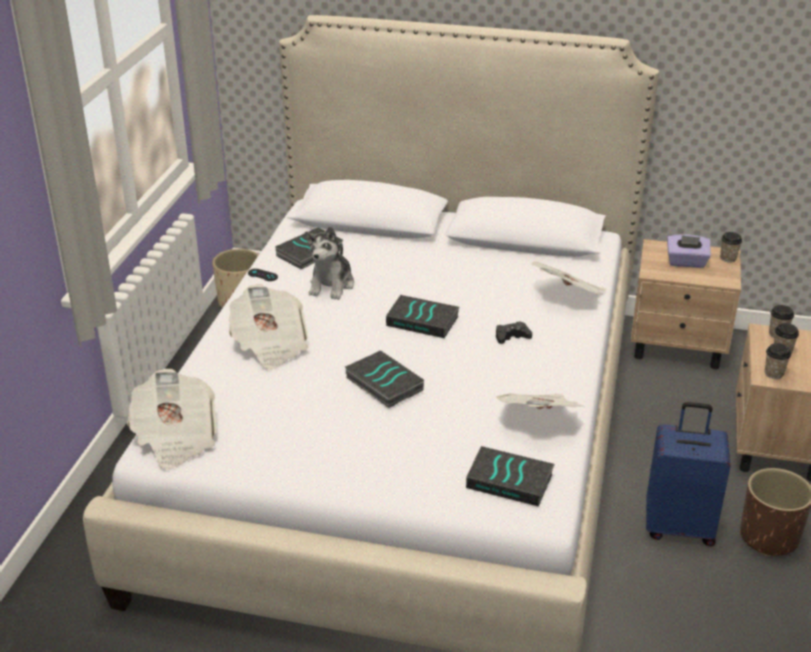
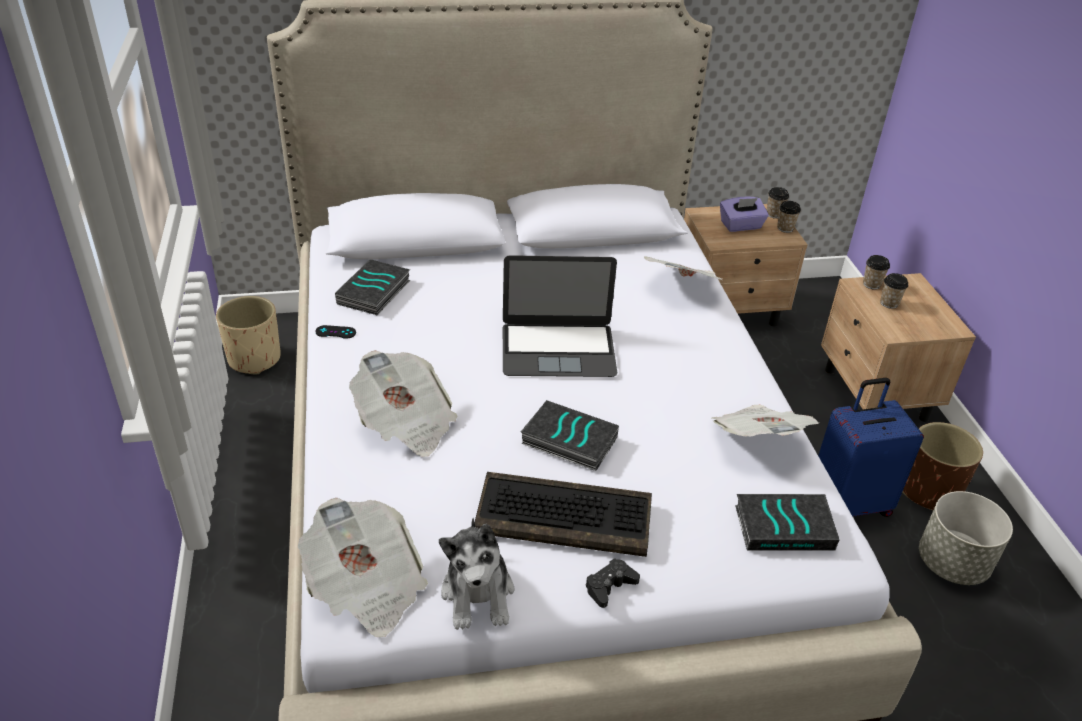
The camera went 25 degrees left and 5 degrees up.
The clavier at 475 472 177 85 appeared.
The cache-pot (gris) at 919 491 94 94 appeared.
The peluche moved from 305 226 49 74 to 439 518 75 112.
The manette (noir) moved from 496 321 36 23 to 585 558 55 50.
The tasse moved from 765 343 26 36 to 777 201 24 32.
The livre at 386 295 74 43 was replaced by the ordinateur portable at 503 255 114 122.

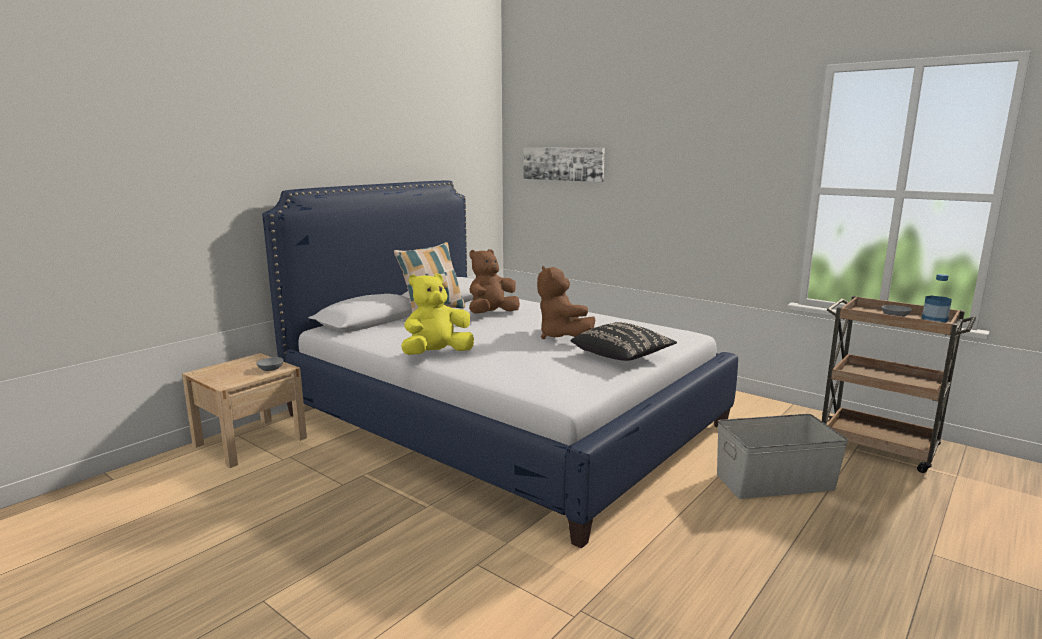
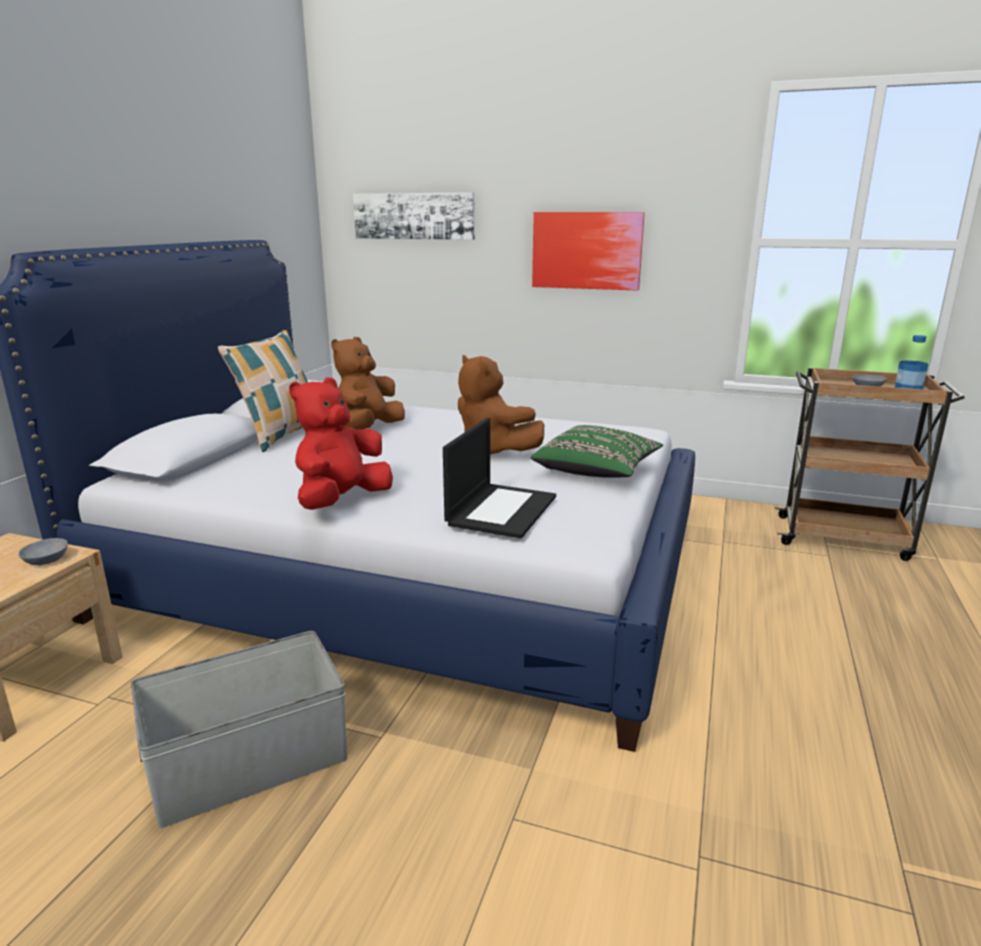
The camera went 20 degrees left and 5 degrees up.
The ordinateur portable at 443 418 113 121 appeared.
The tableau at 532 212 113 79 appeared.
The boîte de rangement (gris) moved from 717 414 131 85 to 131 631 216 197.
The peluche (jaune) at 401 273 73 82 became the peluche (rouge) at 289 377 104 133.
The coussin (noir) at 571 322 106 39 became the coussin (vert) at 531 425 132 53.

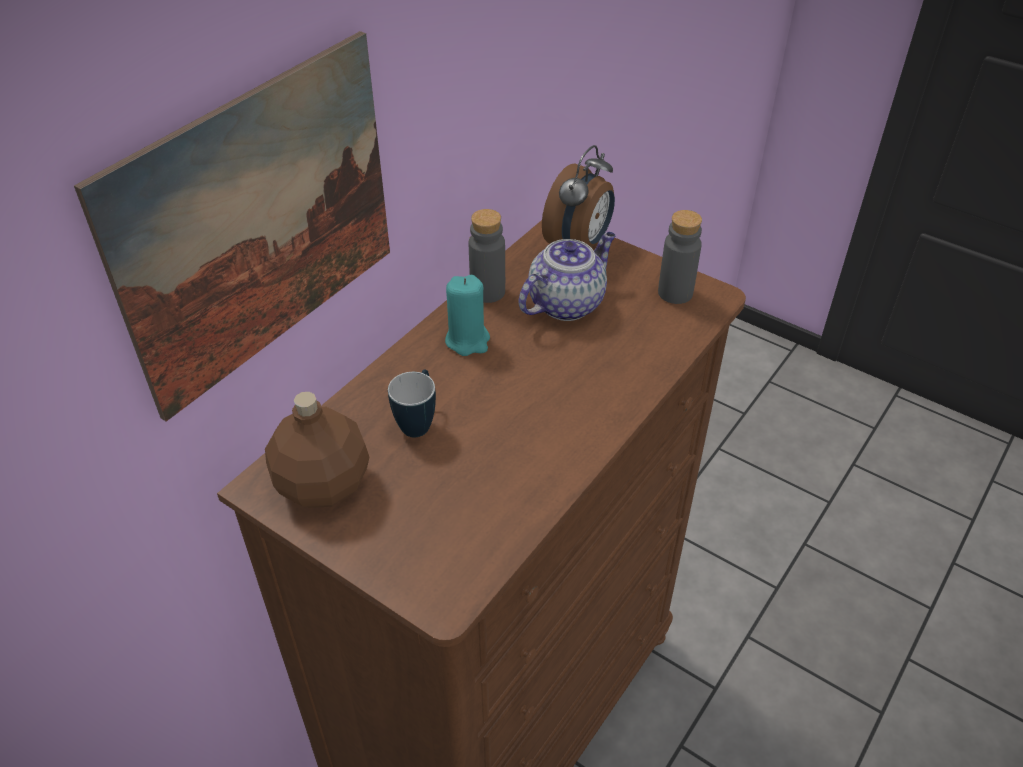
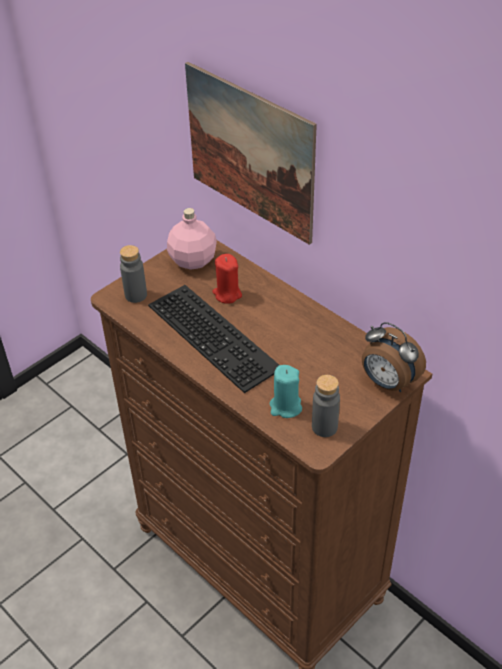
The camera went 100 degrees right and 0 degrees up.
The théière at 519 232 97 89 disappeared.
The clavier at 148 285 131 108 appeared.
The bougie (turquoise) moved from 445 275 45 81 to 270 365 32 53.
The bouteille (gris) moved from 469 209 36 94 to 120 245 27 58.
The mug at 388 369 48 68 was replaced by the bougie (rouge) at 212 254 30 50.
The bouteille (marron) at 265 392 104 116 became the bouteille (rose) at 167 208 50 62.

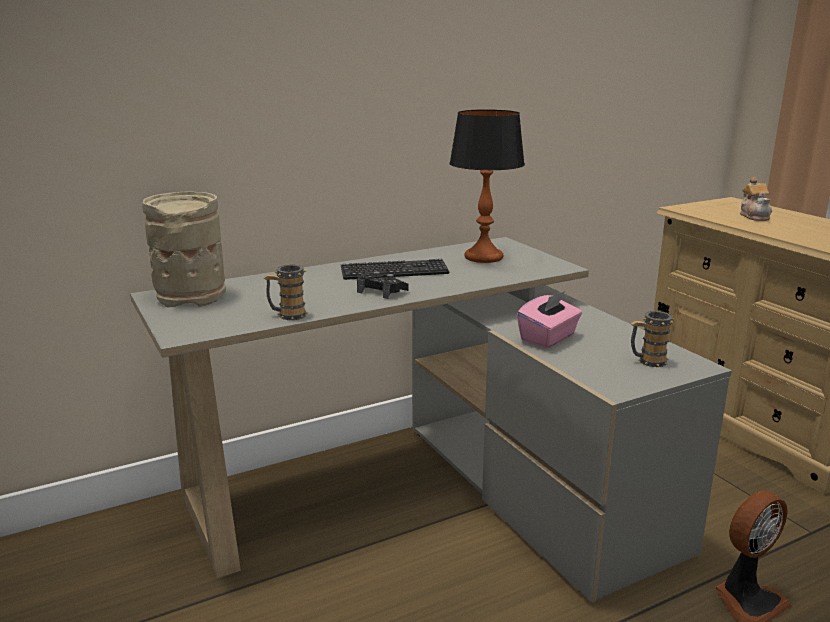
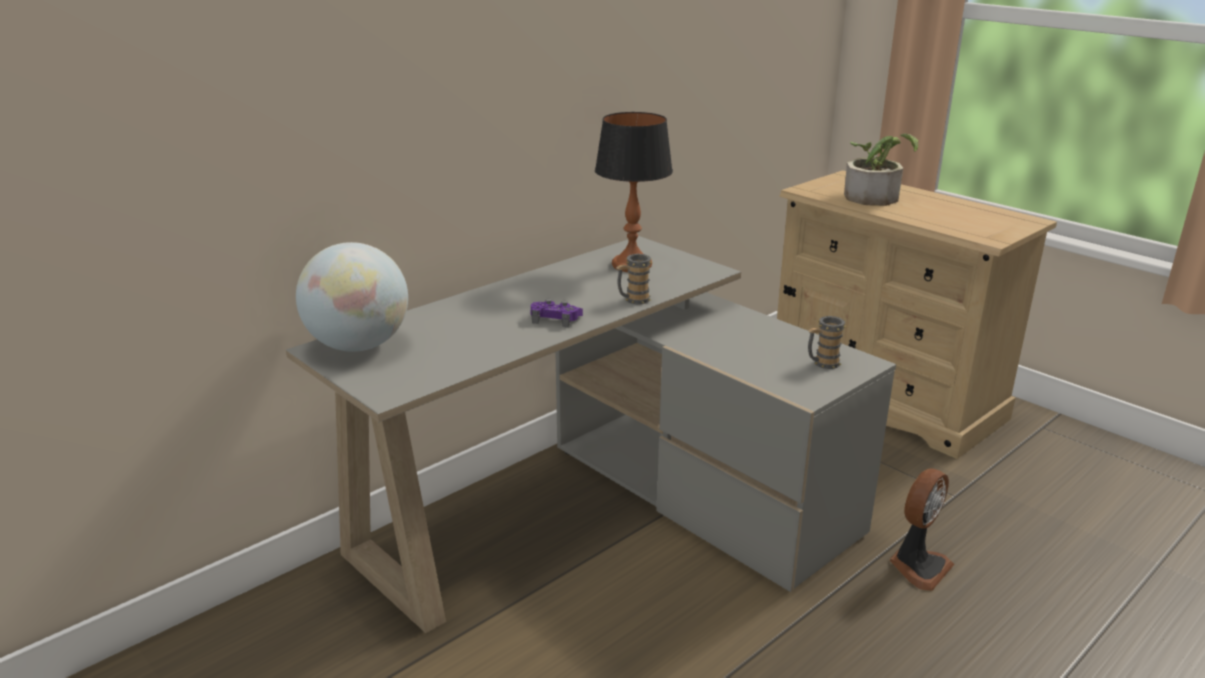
The camera went 15 degrees left and 5 degrees up.
The clavier at 341 259 108 21 disappeared.
The boîte à mouchoirs (rose) at 517 291 65 57 disappeared.
The mug moved from 263 265 45 55 to 616 254 36 51.
The vase (beige) at 142 192 84 116 was replaced by the globe at 296 242 112 110.
The théière at 740 177 32 44 was replaced by the plante en pot at 844 134 74 72.
The manette (noir) at 357 271 52 28 became the manette (violet) at 531 299 52 29.

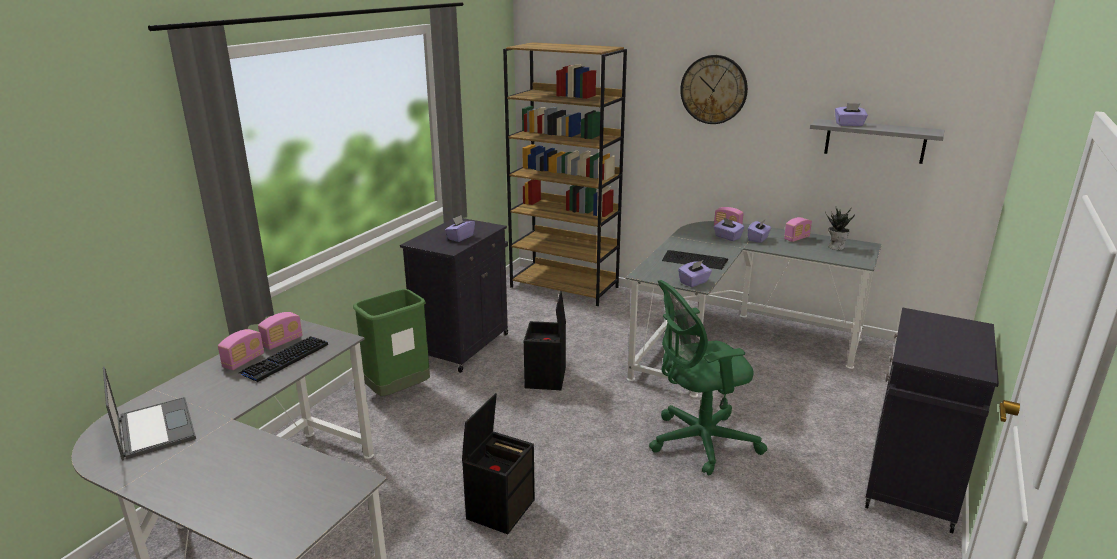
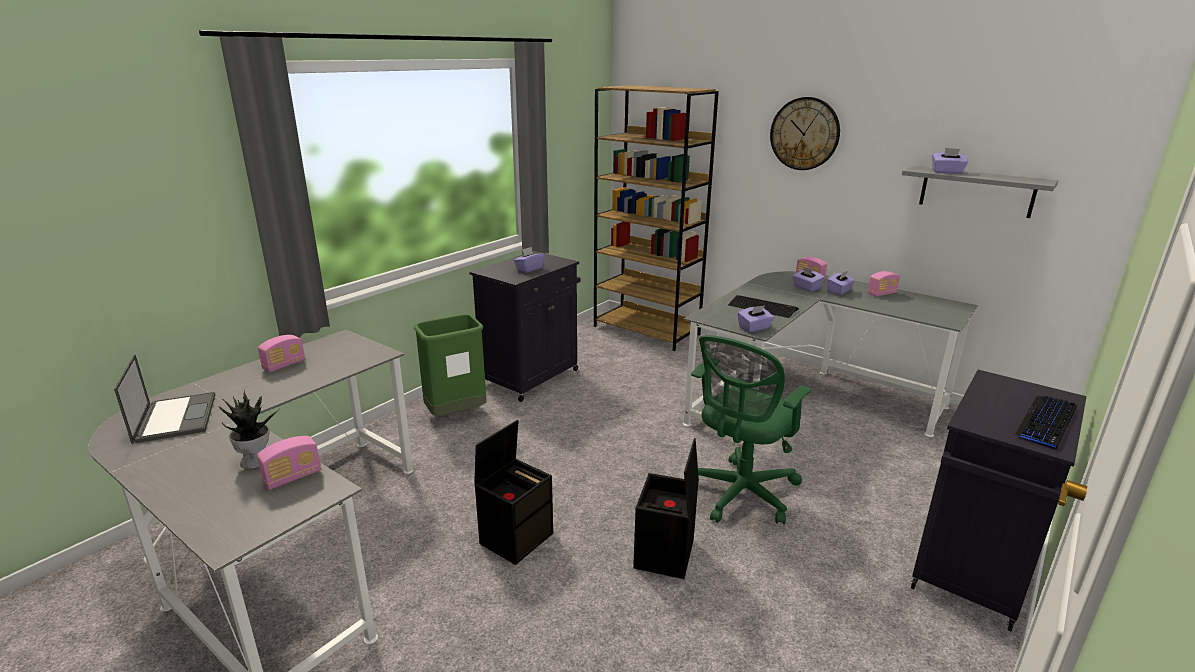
The camera went 10 degrees right and 0 degrees up.
The clavier moved from 239 336 89 46 to 1015 395 62 55.
The radio moved from 258 312 45 38 to 257 436 64 54.
The boîte de rangement (noir) moved from 524 291 42 99 to 633 438 66 141.
The plante en pot moved from 825 208 30 42 to 219 390 62 79.
The chaise de bureau (vert) at 649 280 119 195 turned 45 degrees counterclockwise.

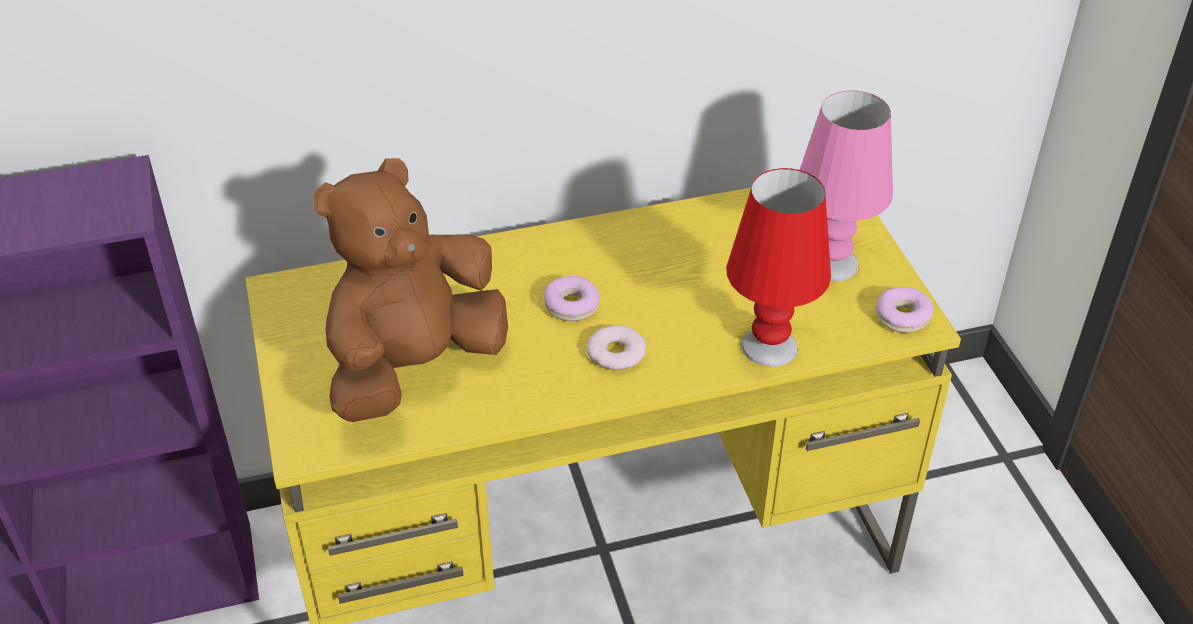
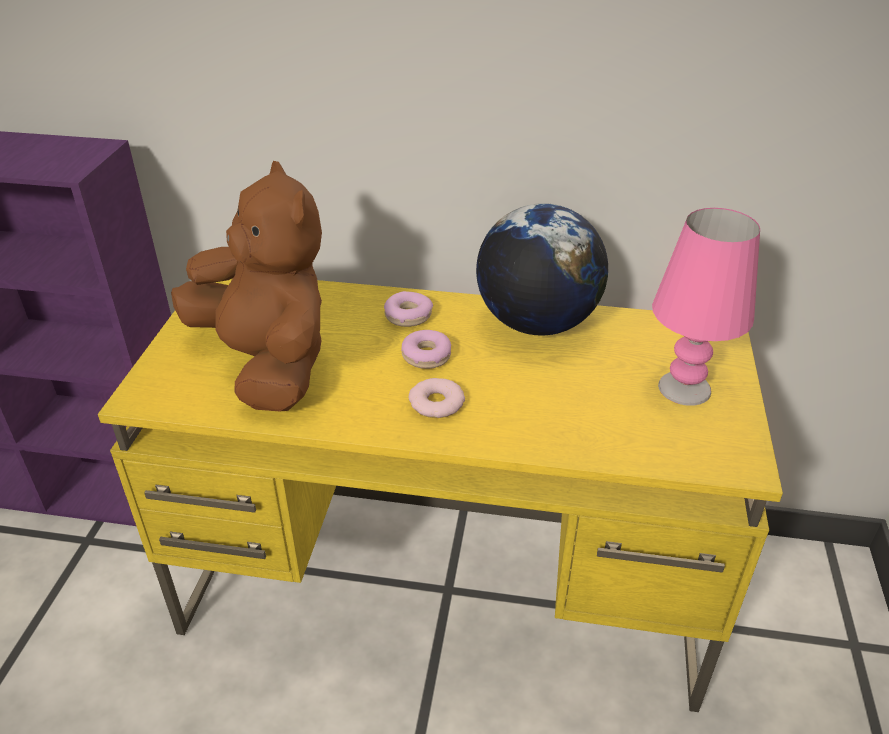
The camera went 25 degrees right and 5 degrees down.
The lampe de table (rouge) at 726 168 105 199 disappeared.
The globe at 476 203 132 132 appeared.
The beignet moved from 876 287 58 46 to 384 291 49 36.
The peluche (marron) at 313 158 195 264 turned 75 degrees clockwise.

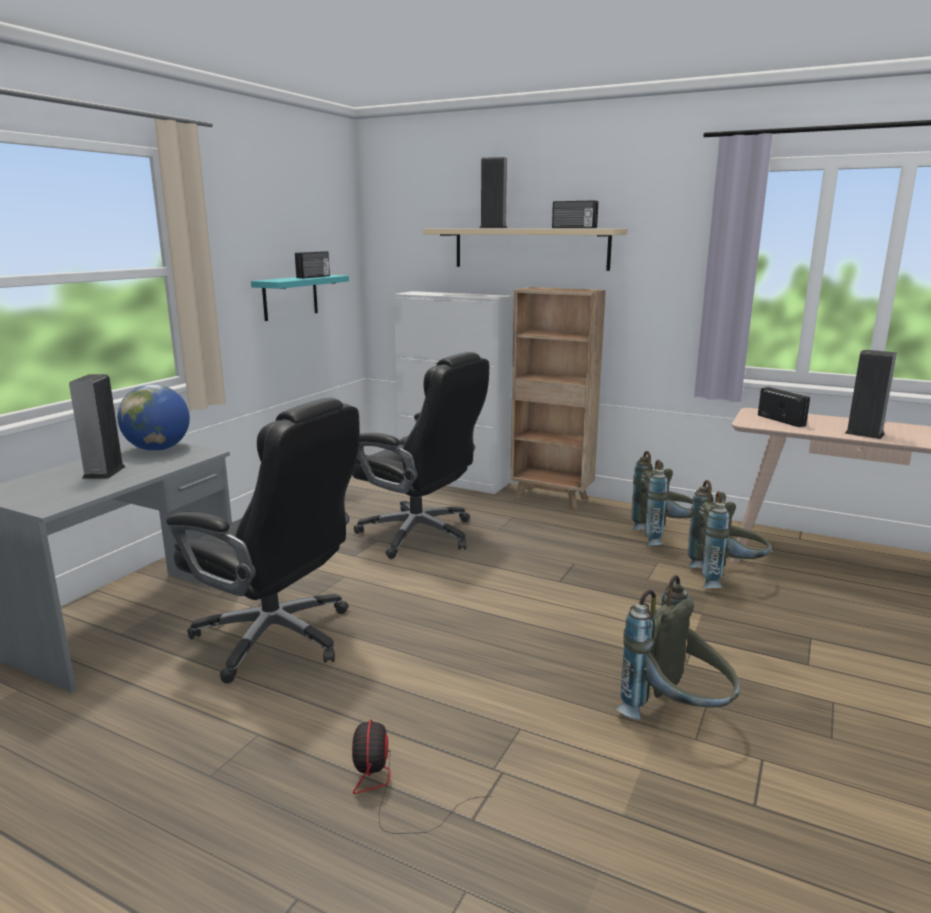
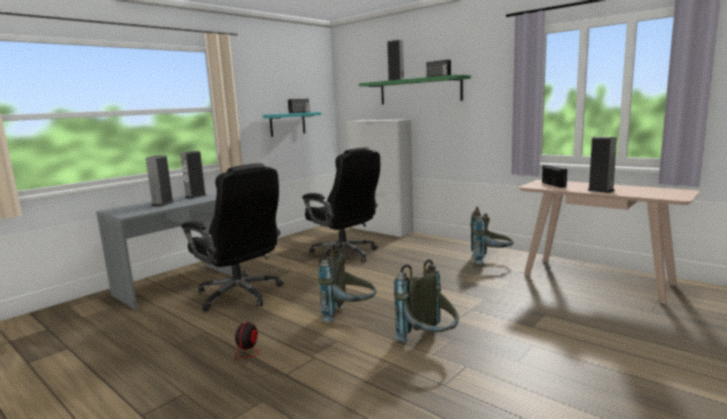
The camera went 15 degrees right and 5 degrees down.
The bibliothèque (marron) at 510 287 96 224 disappeared.
The sac à dos (gris) moved from 687 480 85 108 to 318 245 59 77.
The globe at 117 384 73 67 was replaced by the enceinte at 180 151 27 48.
The étagère (beige) at 423 229 204 42 became the étagère (vert) at 359 75 112 30.

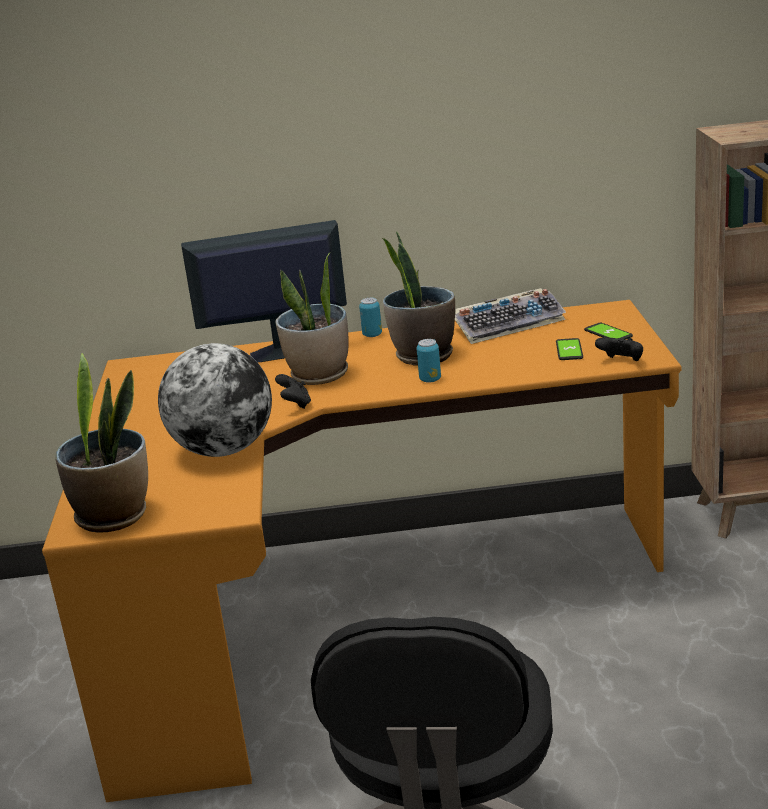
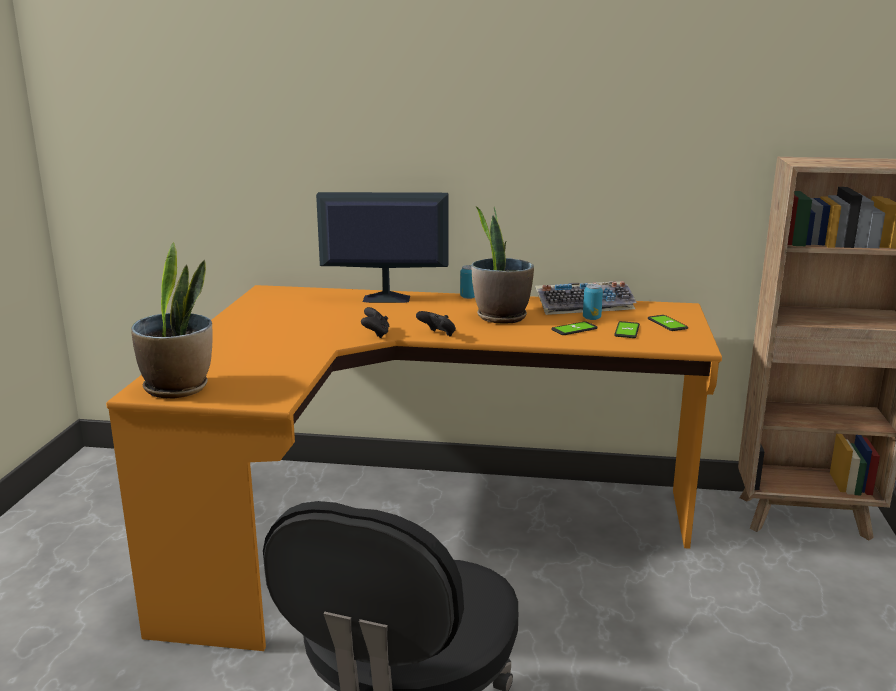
The camera went 10 degrees right and 5 degrees down.
The globe at 158 343 114 114 disappeared.
The plante en pot at 276 252 73 133 disappeared.
The téléphone at 551 321 47 14 appeared.
The boîte métallique moved from 417 339 24 44 to 583 284 20 36.
The manette (noir) moved from 595 338 48 23 to 416 311 40 26.

